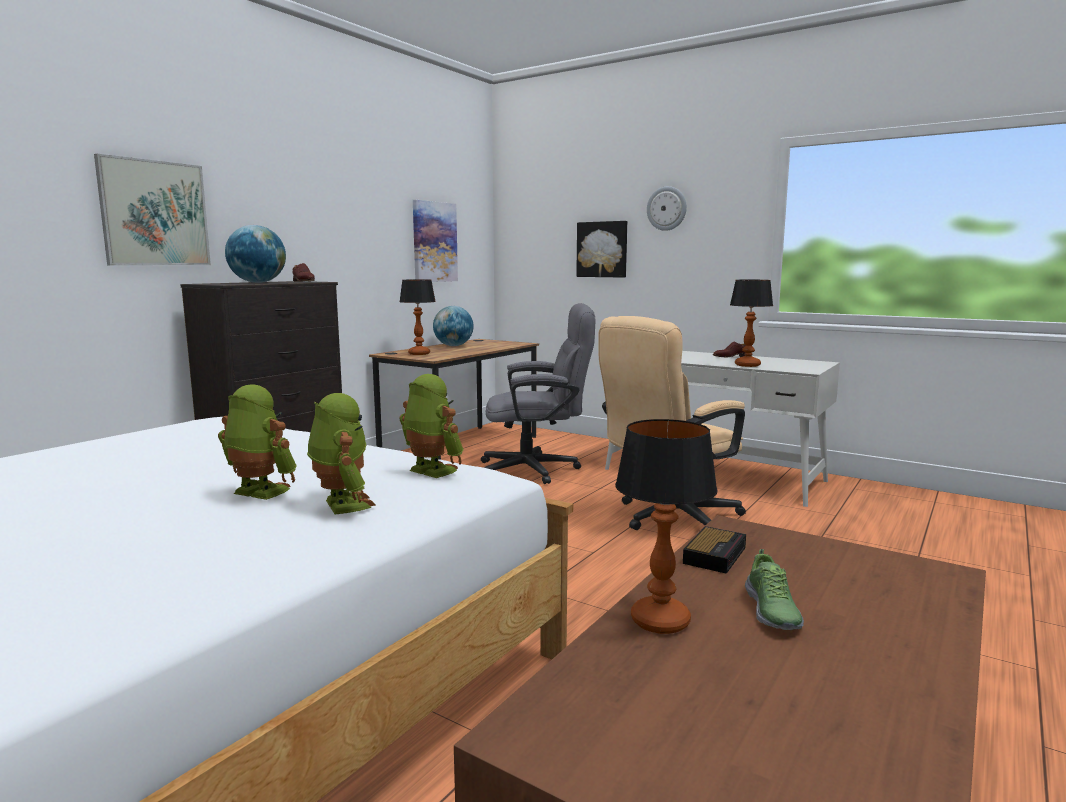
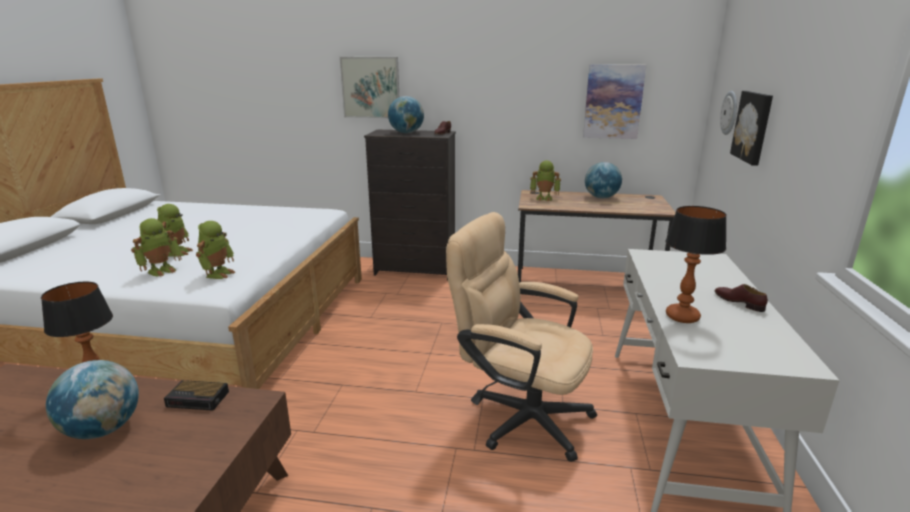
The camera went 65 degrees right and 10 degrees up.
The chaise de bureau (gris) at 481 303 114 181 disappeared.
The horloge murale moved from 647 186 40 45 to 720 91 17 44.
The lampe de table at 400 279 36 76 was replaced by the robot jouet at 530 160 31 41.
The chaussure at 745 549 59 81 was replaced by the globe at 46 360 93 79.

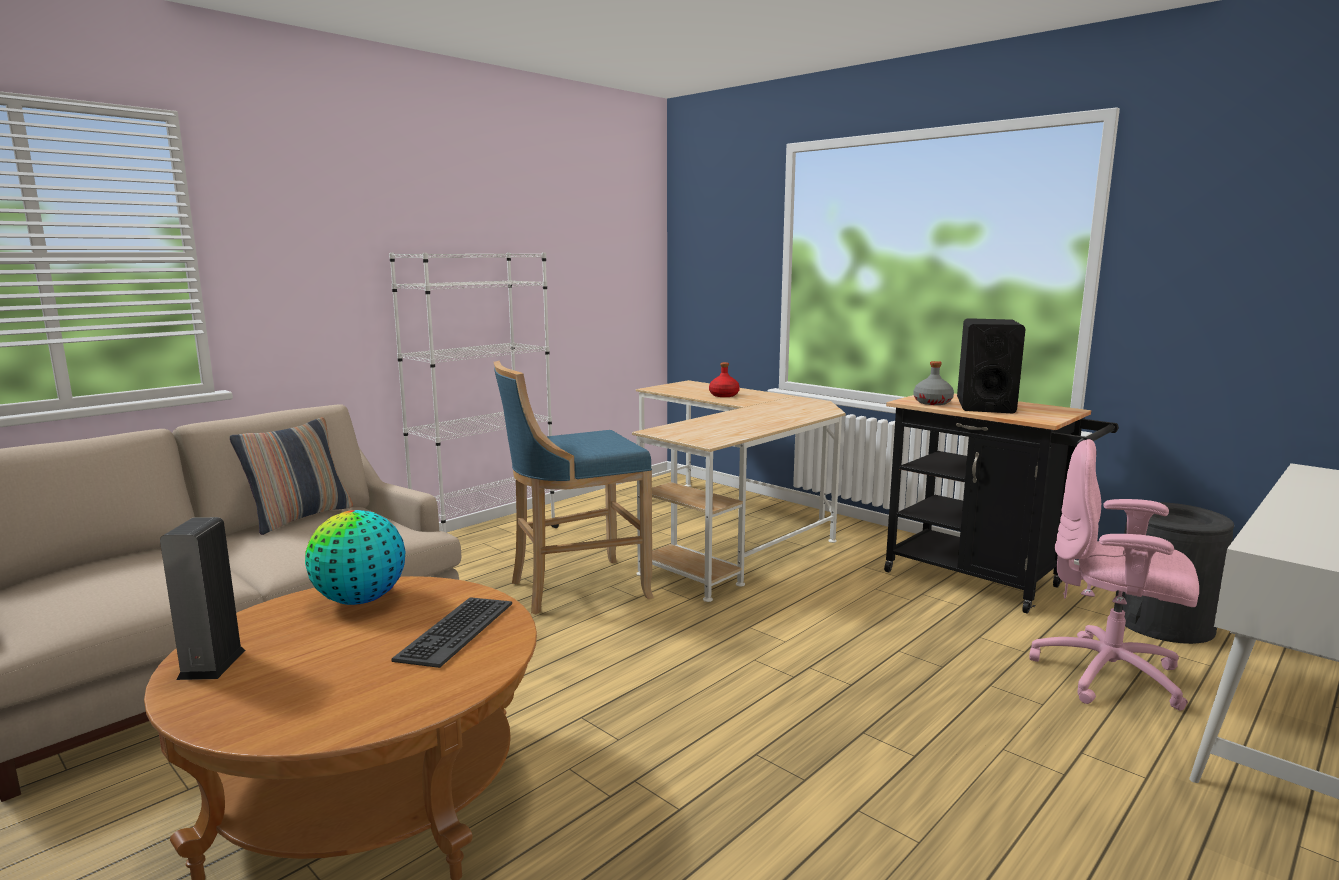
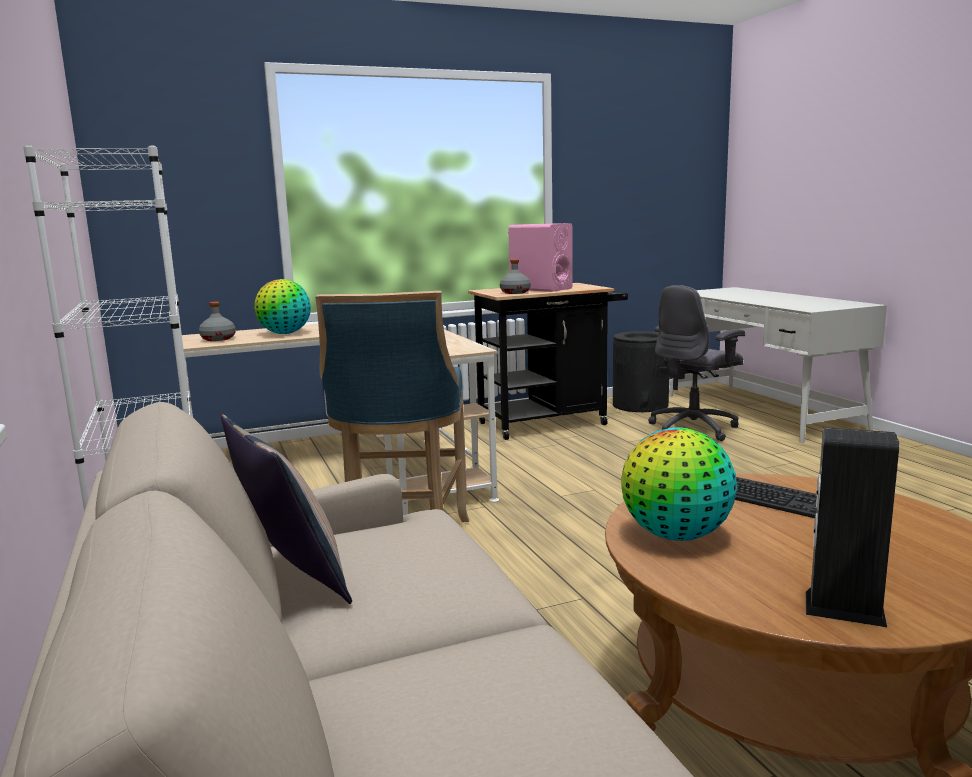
The camera went 65 degrees left and 0 degrees up.
The bouteille (gris) at 199 301 37 40 appeared.
The bouteille (rouge) at 709 362 31 35 was replaced by the globe at 254 279 57 55.
The enceinte (noir) at 957 318 68 96 became the enceinte (rose) at 508 223 65 69.
The chaise de bureau (rose) at 1029 439 170 272 became the chaise de bureau (gris) at 648 285 97 156.

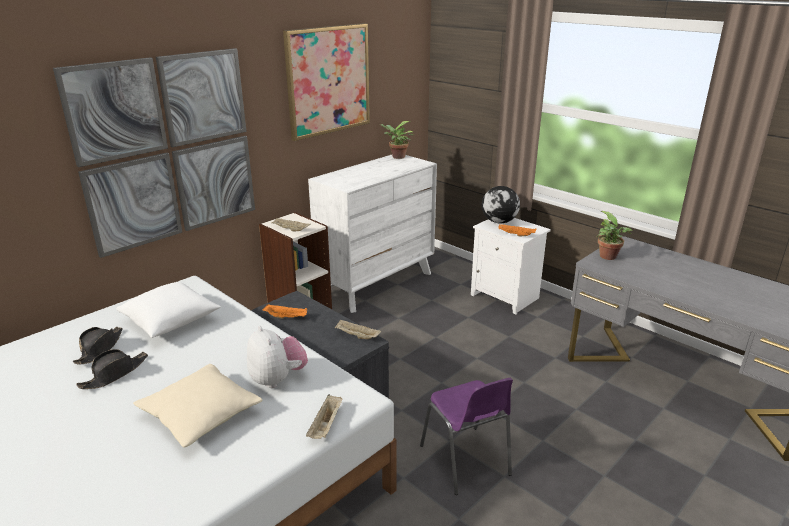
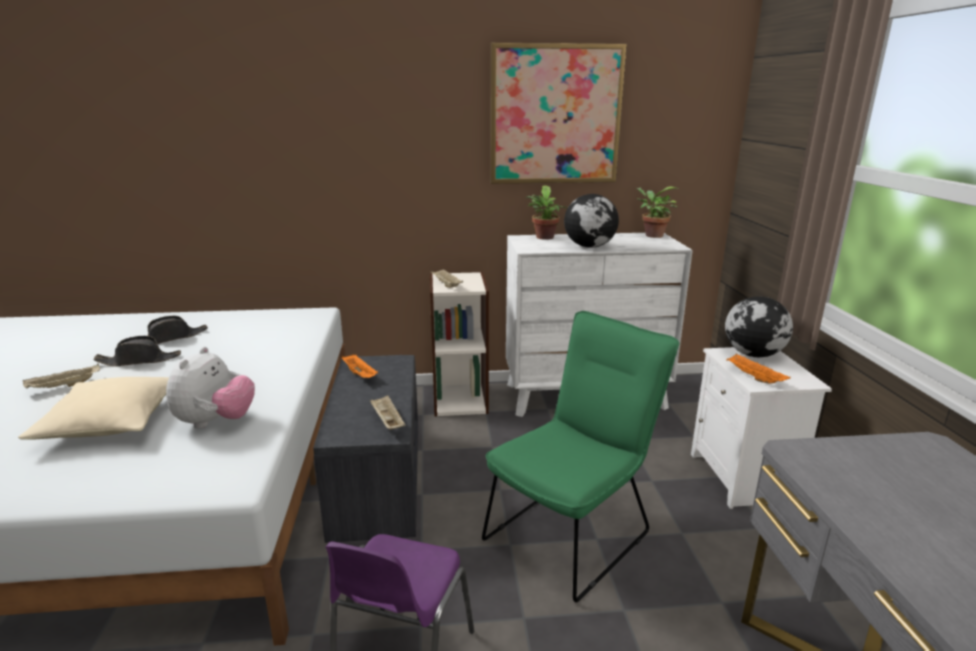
The camera went 40 degrees right and 5 degrees down.
The tableau at 53 48 202 210 disappeared.
The coussin (blanc) at 116 282 105 56 disappeared.
The chaise (vert) at 482 311 197 291 appeared.
The globe at 564 194 55 54 appeared.
The plateau (beige) moved from 306 394 36 45 to 23 364 77 24.
The plante en pot moved from 597 211 36 49 to 526 186 42 54.

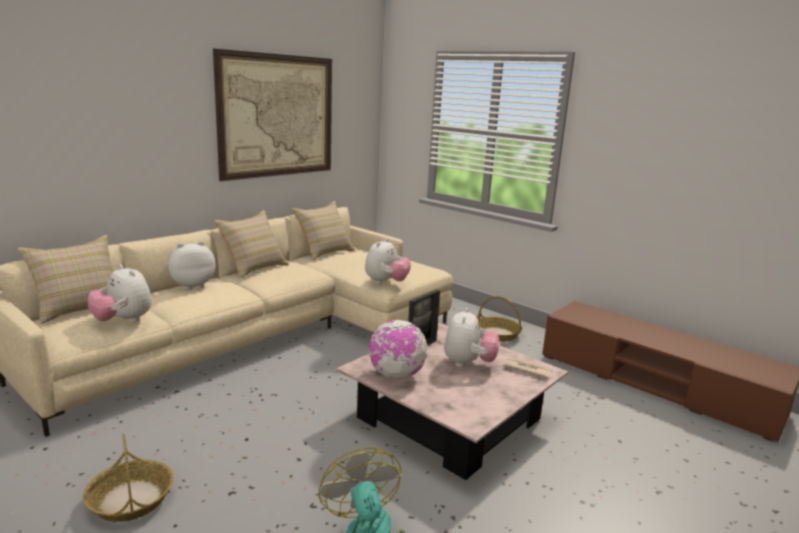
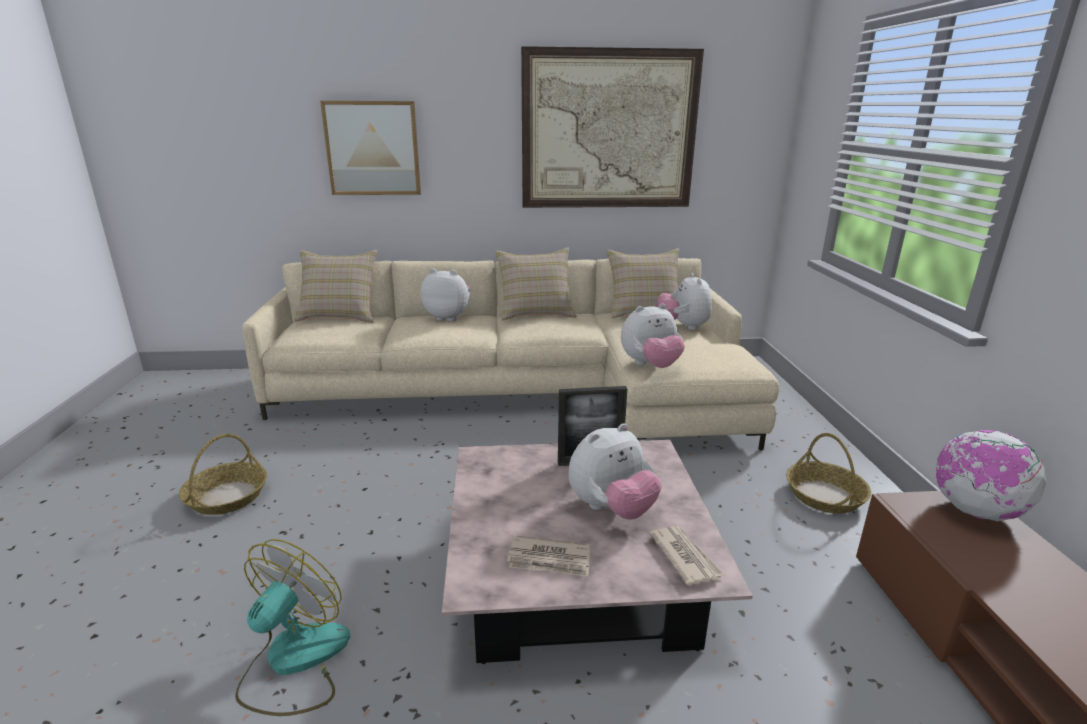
The camera went 45 degrees right and 5 degrees up.
The tableau at 320 101 101 94 appeared.
The journal at 507 535 83 42 appeared.
The peluche moved from 88 265 64 58 to 657 273 55 57.
The globe moved from 368 320 59 59 to 936 430 111 91.

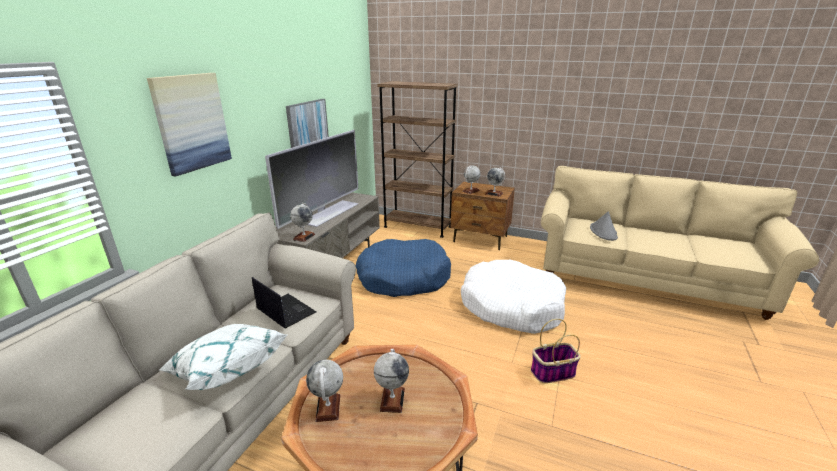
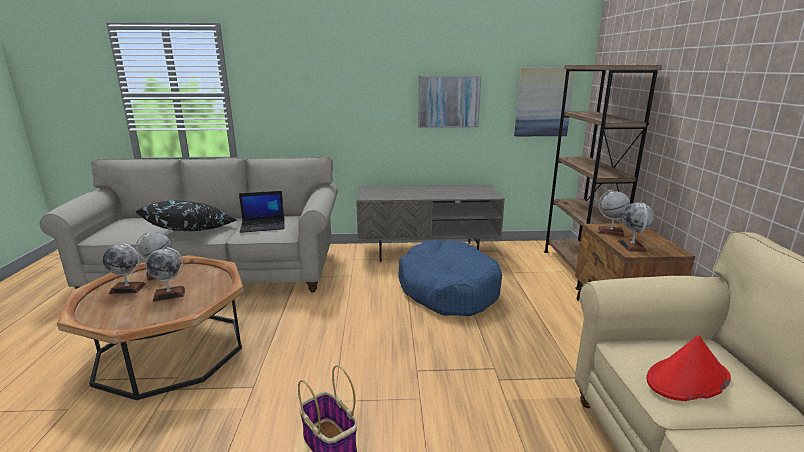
The camera went 65 degrees right and 5 degrees down.
The téléviseur at 265 130 93 99 disappeared.
The panier pour chien (blanc) at 461 260 105 74 disappeared.
The tableau moved from 147 73 85 103 to 514 68 61 68.
The globe moved from 290 203 25 39 to 103 243 43 51.
The coussin (blanc) at 159 324 129 66 became the coussin (noir) at 136 201 100 30.
The chapeau (gris) at 590 211 28 30 became the chapeau (rouge) at 646 335 85 66.
The ordinateur portable at 252 277 64 51 turned 60 degrees clockwise.

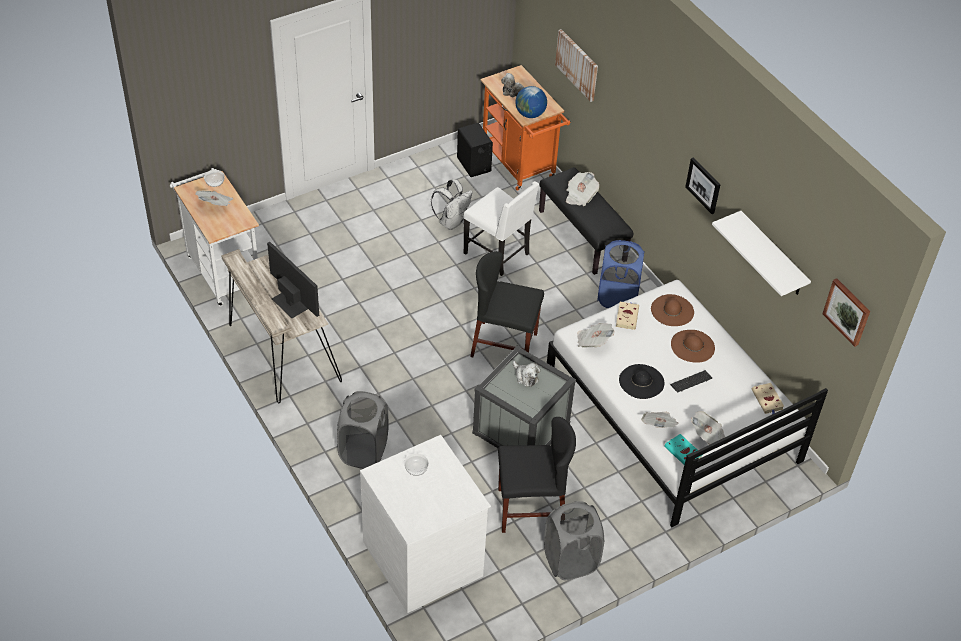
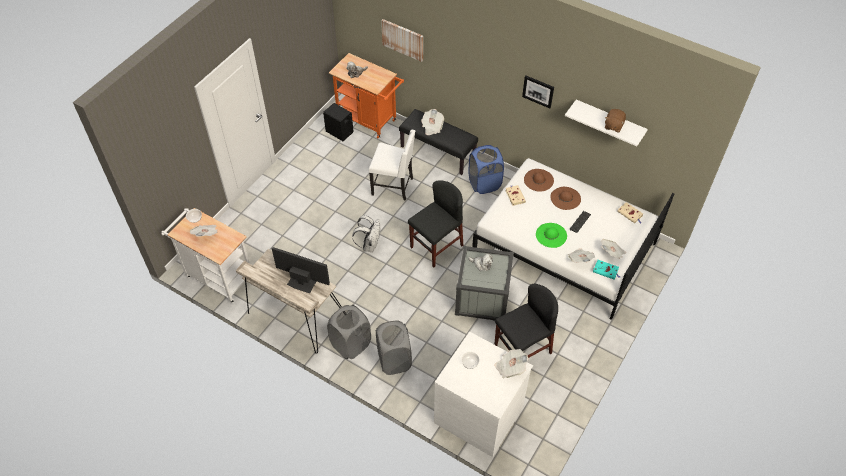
The camera went 25 degrees left and 5 degrees up.
The globe at 515 86 32 32 disappeared.
The tableau at 822 278 48 69 disappeared.
The peluche (marron) at 605 109 21 23 appeared.
The sac à dos (blanc) moved from 431 179 41 51 to 352 215 28 37.
The panier à linge (gris) moved from 544 501 60 79 to 327 305 44 54.
The journal moved from 577 323 38 25 to 494 349 35 30.
The chapeau (noir) at 619 364 45 35 became the chapeau (vert) at 536 223 31 25.
The chaise (noir) at 470 251 74 106 turned 150 degrees clockwise.

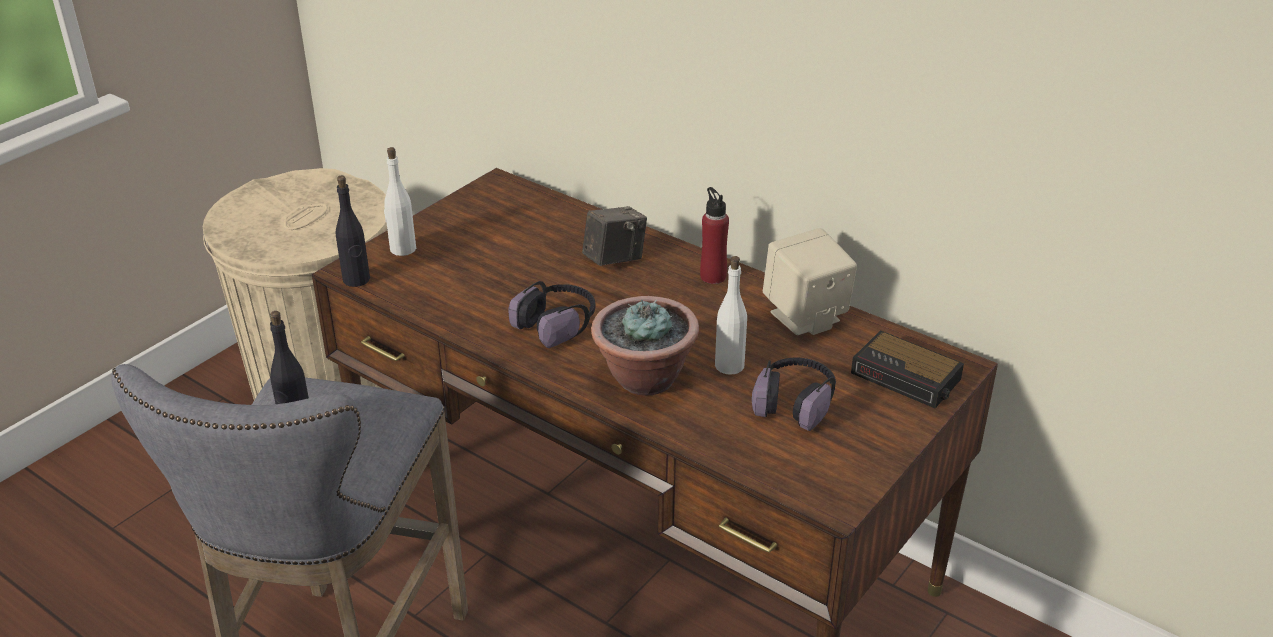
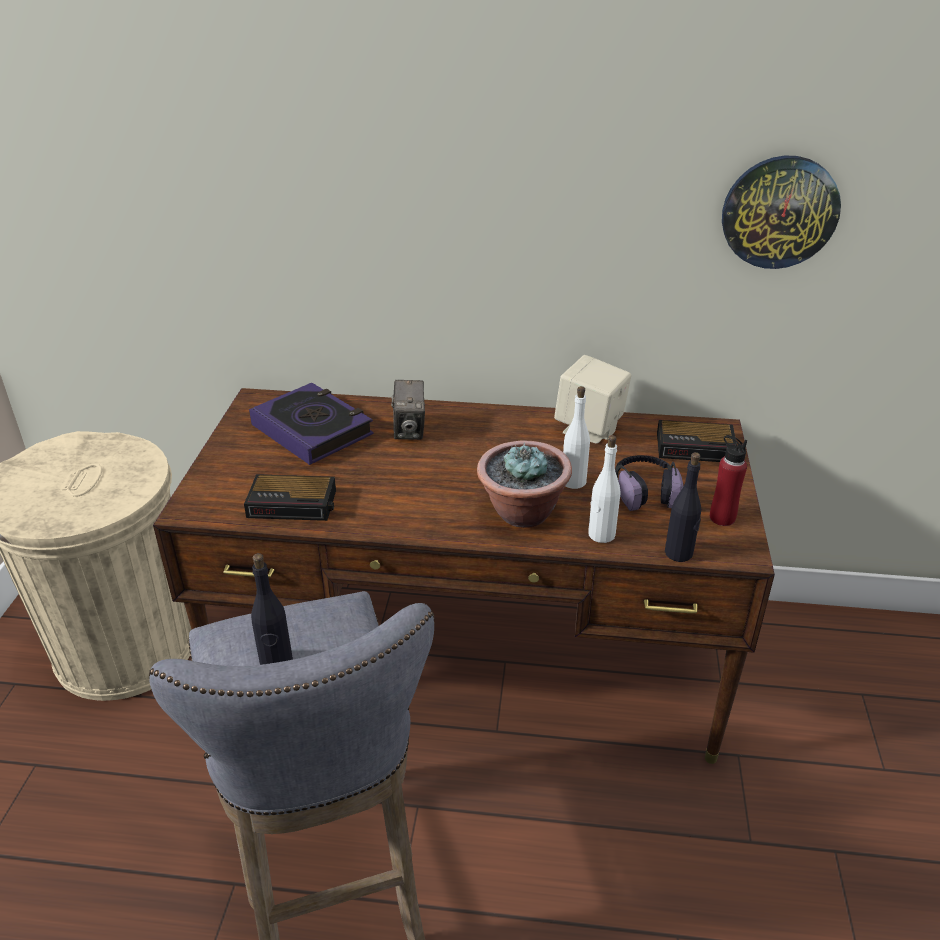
The camera went 30 degrees left and 0 degrees up.
The casque audio at 508 281 88 67 disappeared.
The réveil at 244 474 92 47 appeared.
The livre at 249 383 125 82 appeared.
The horloge murale at 722 156 119 113 appeared.
The bouteille (noir) moved from 336 176 34 111 to 665 452 36 110.
The bouteille (blanc) moved from 384 147 32 109 to 588 435 32 108.
The bouteille (rouge) moved from 700 187 29 97 to 710 435 37 91.
The appareil photo at 582 206 65 60 turned 150 degrees clockwise.

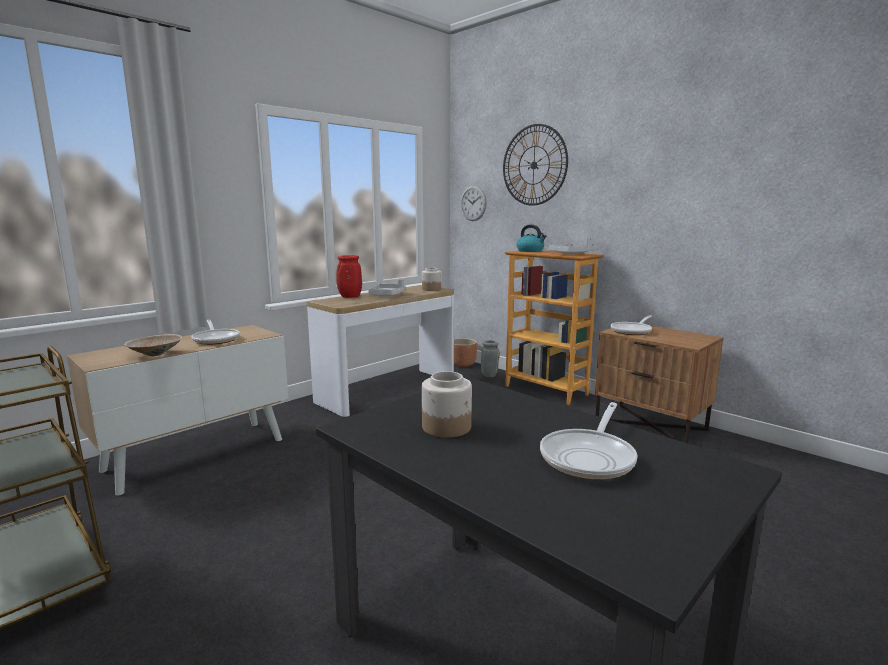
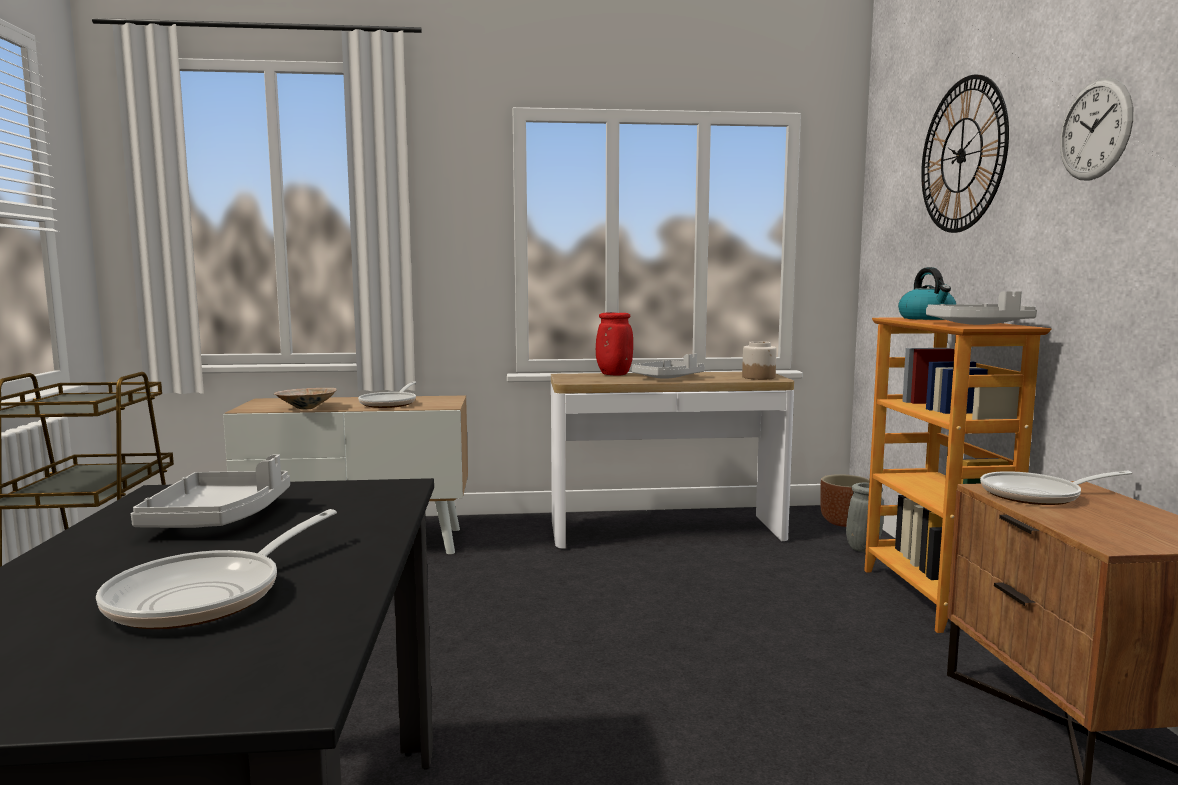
The camera went 40 degrees right and 5 degrees down.
The horloge murale moved from 460 186 27 35 to 1060 77 73 104.
The bocal at 422 371 50 67 was replaced by the plateau (gris) at 131 454 159 74.
The poêle at 540 402 98 78 turned 45 degrees counterclockwise.

